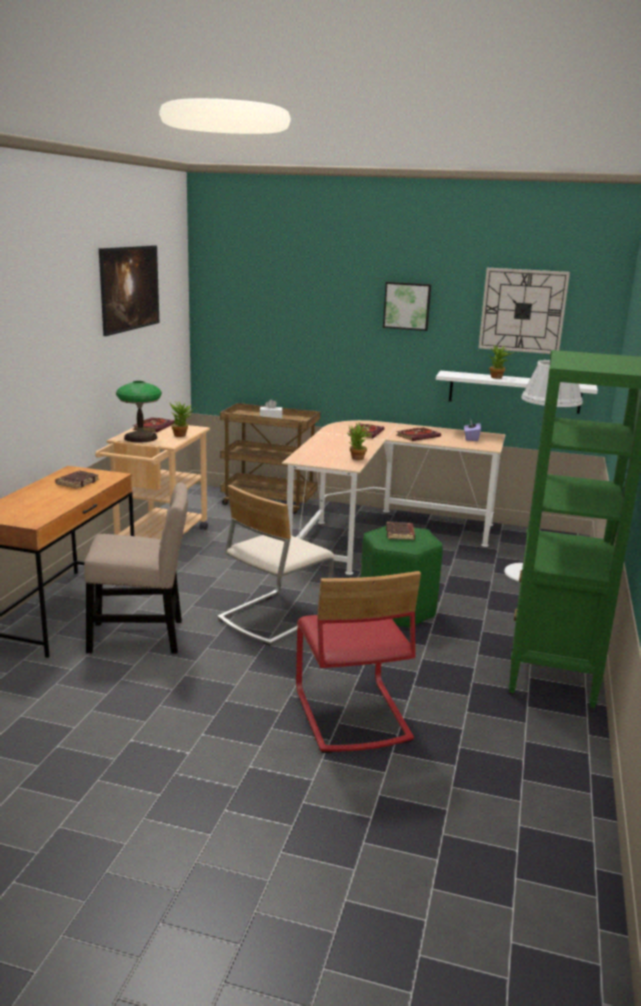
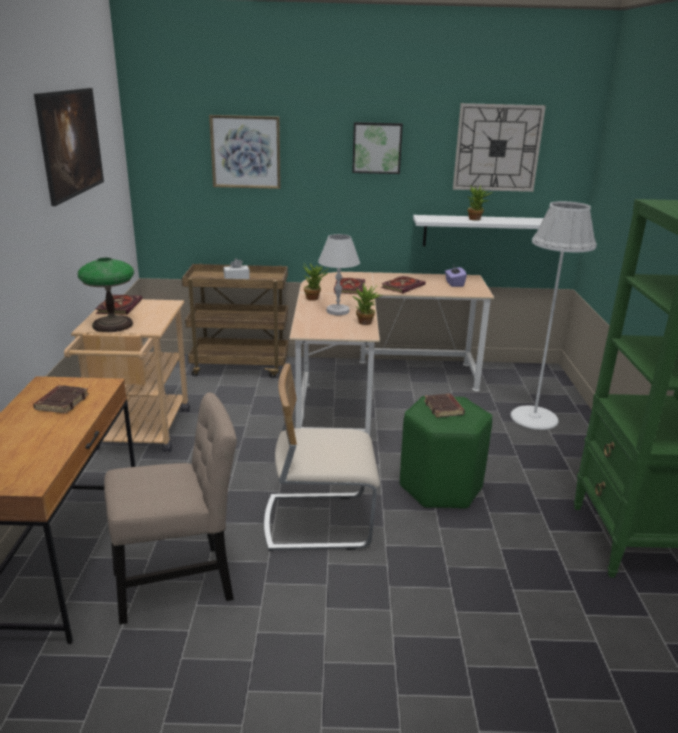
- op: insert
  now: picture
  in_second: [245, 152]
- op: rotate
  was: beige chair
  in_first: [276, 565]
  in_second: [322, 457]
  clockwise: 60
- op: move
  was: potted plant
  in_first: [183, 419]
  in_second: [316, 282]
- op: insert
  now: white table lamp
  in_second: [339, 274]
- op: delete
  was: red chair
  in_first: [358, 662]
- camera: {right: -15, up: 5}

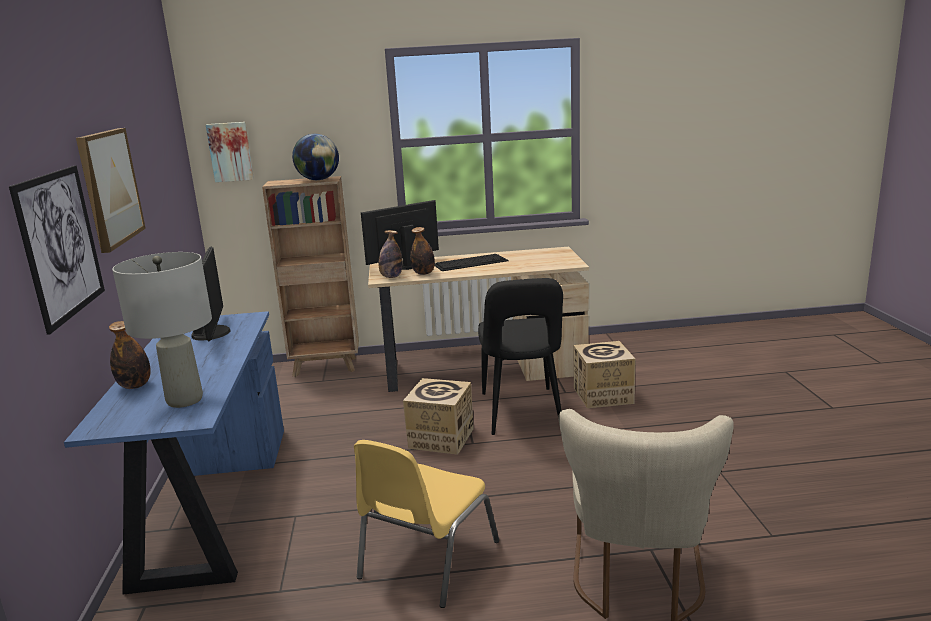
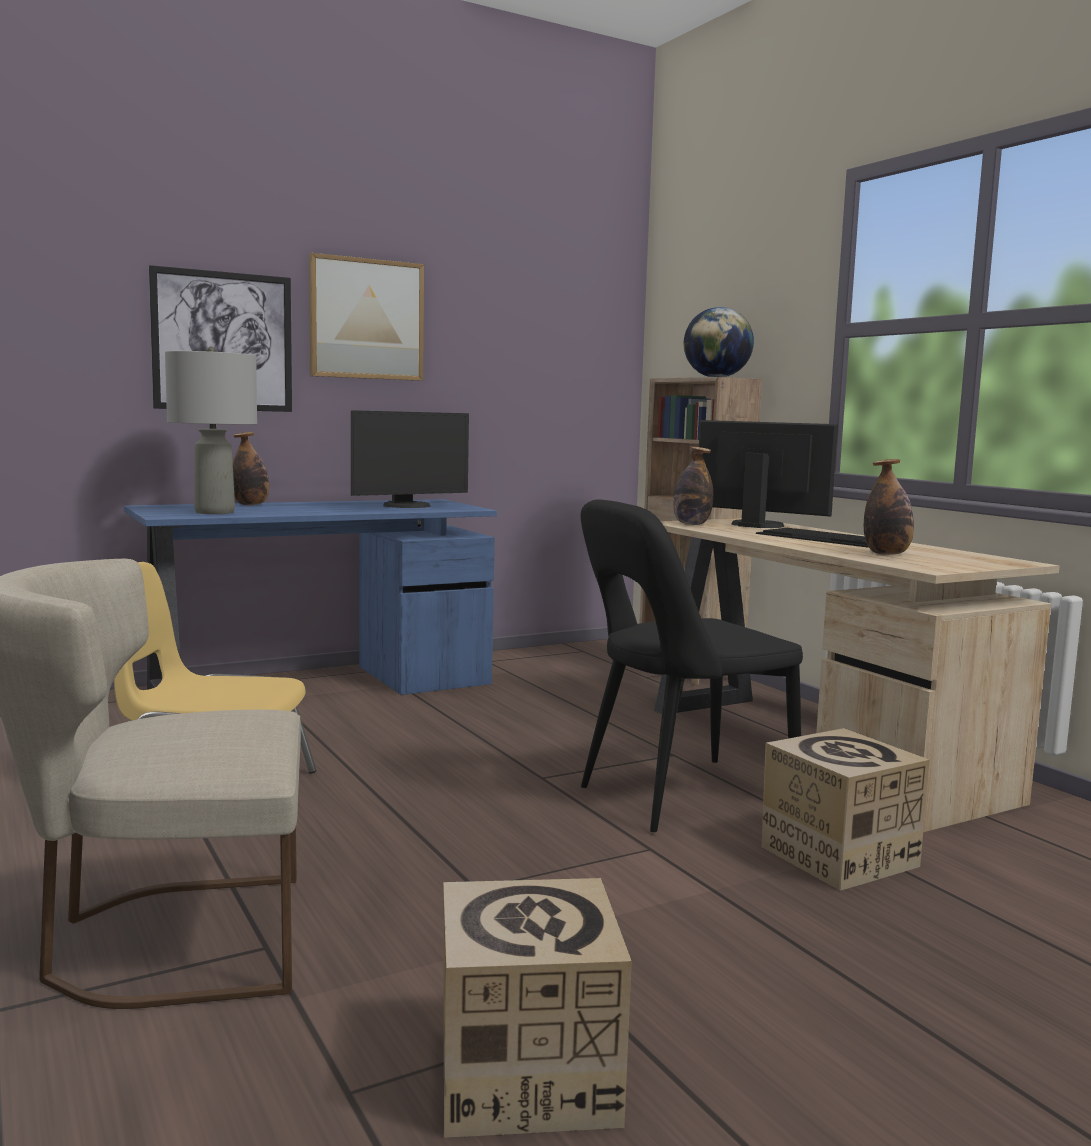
- op: move
  was: cardboard box
  in_first: [438, 416]
  in_second: [537, 1008]
- op: move
  was: bottle
  in_first: [422, 251]
  in_second: [889, 507]
- op: delete
  was: picture
  in_first: [230, 152]
- camera: {right: 65, up: -10}

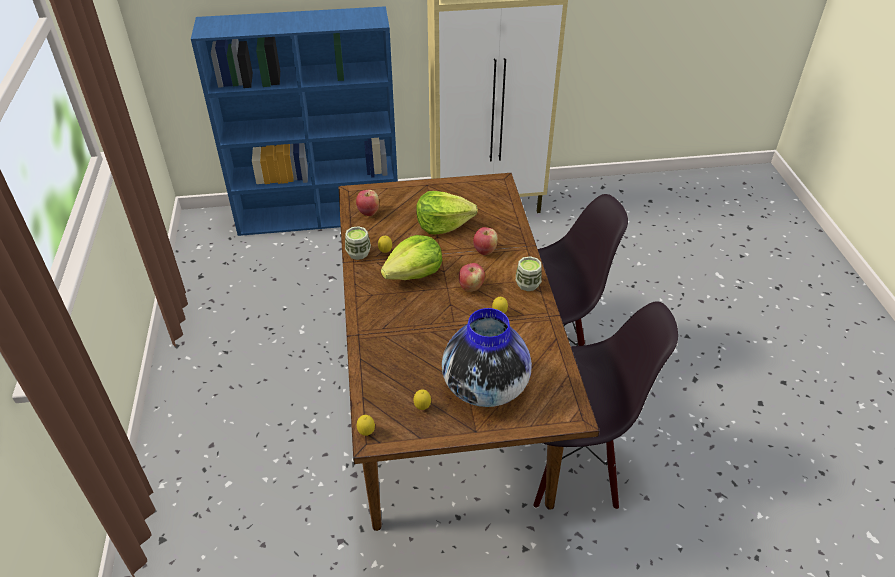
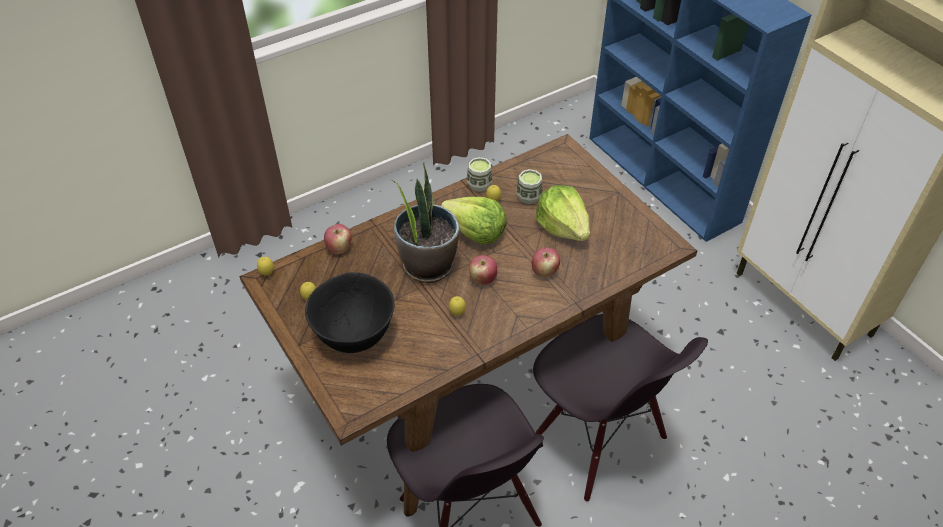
- op: replace
  was: vase
  now: black bowl
  in_first: [487, 357]
  in_second: [350, 312]
- op: move
  was: apple
  in_first: [367, 203]
  in_second: [337, 239]
- op: insert
  now: potted plant
  in_second: [425, 222]
- op: move
  was: cup
  in_first: [529, 273]
  in_second: [529, 186]
- camera: {right: 65, up: 5}

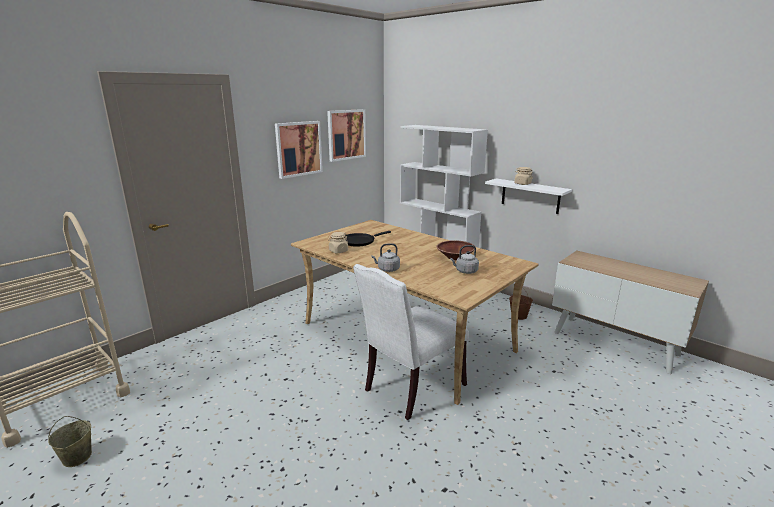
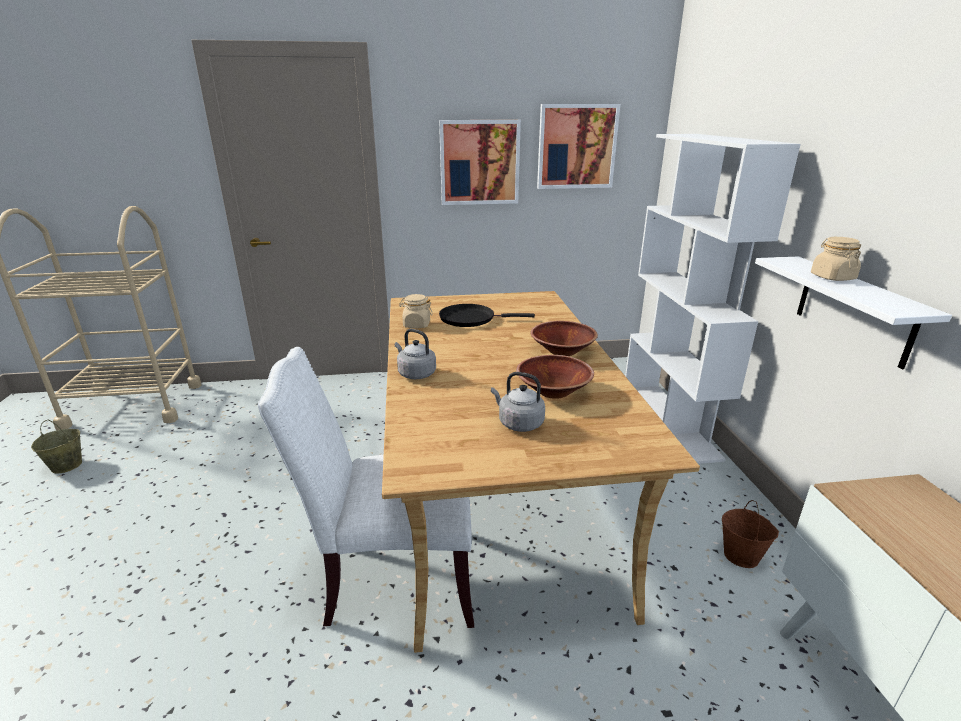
- op: insert
  now: brown bowl
  in_second: [564, 338]
- camera: {right: 40, up: 5}

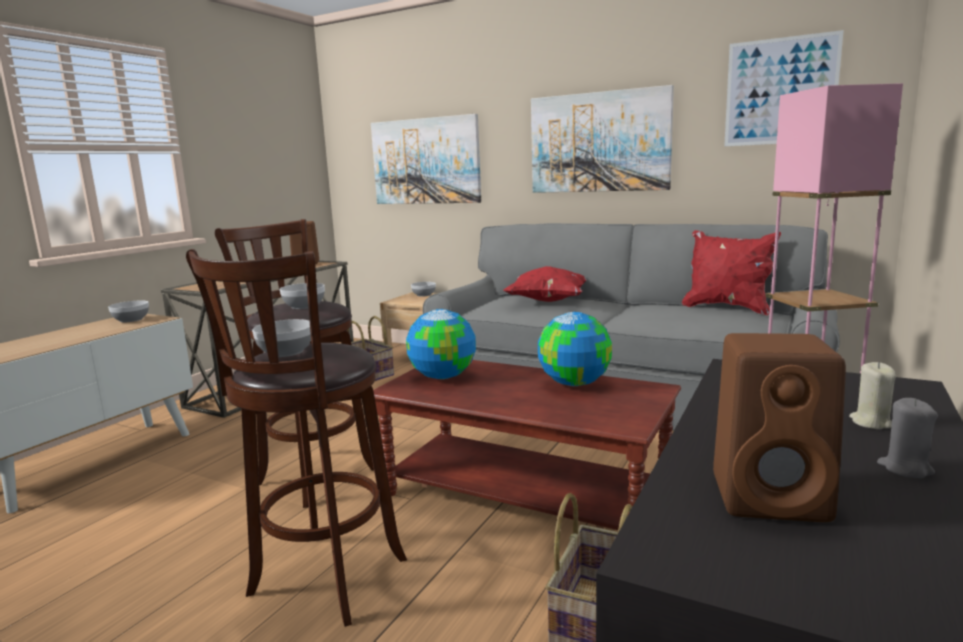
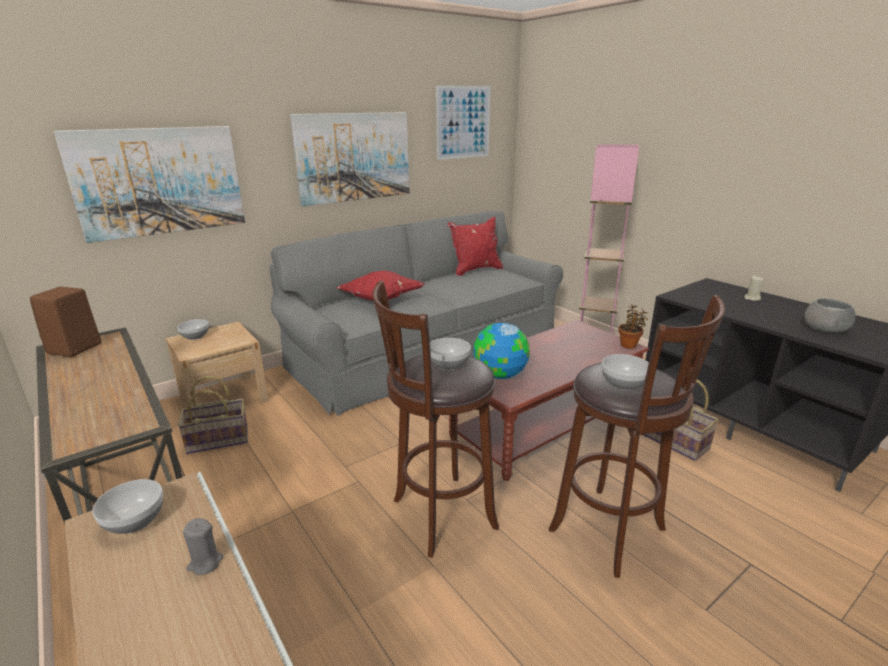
- op: move
  was: grey candle
  in_first: [907, 438]
  in_second: [203, 546]
- op: insert
  now: potted plant
  in_second: [634, 326]
- op: replace
  was: brown speaker
  now: grey bowl
  in_first: [779, 427]
  in_second: [830, 315]
- op: delete
  was: globe
  in_first: [575, 349]
- camera: {right: -65, up: 10}

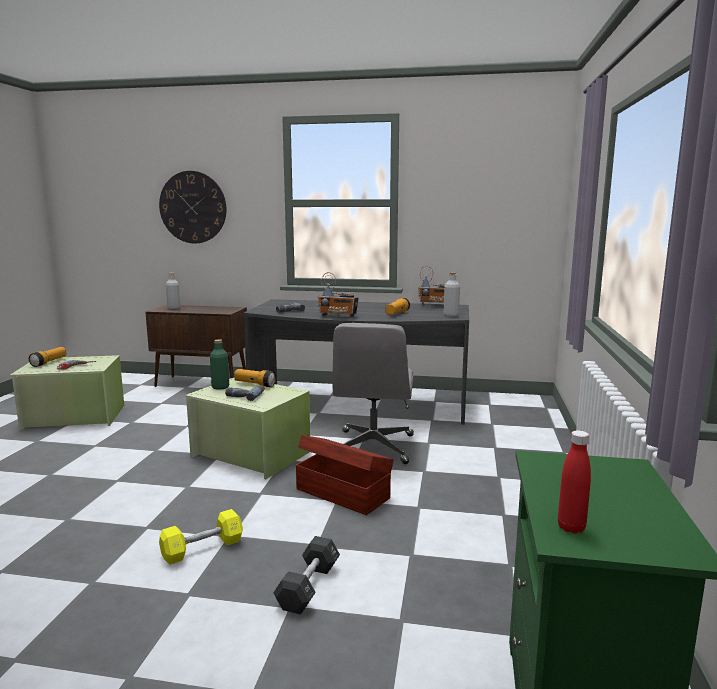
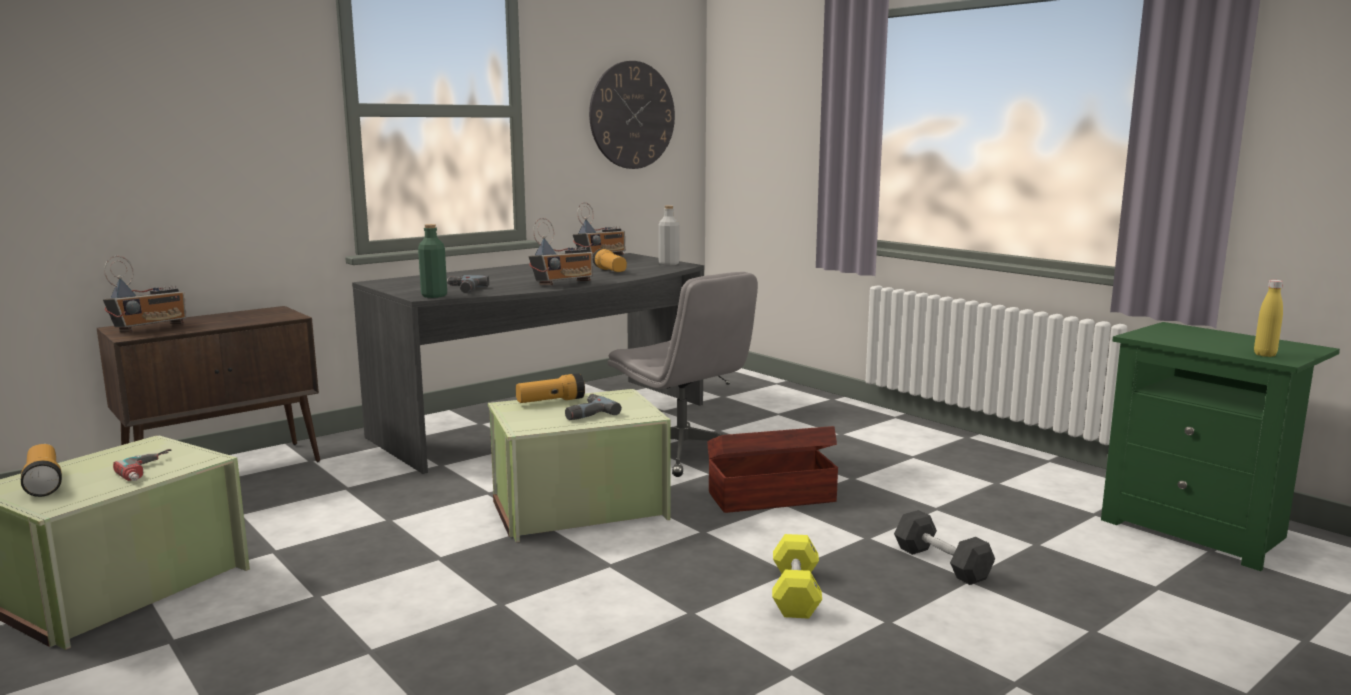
- op: replace
  was: grey bottle
  now: radio
  in_first: [173, 291]
  in_second: [145, 294]
- op: move
  was: green bottle
  in_first: [219, 364]
  in_second: [432, 261]
- op: move
  was: wall clock
  in_first: [193, 207]
  in_second: [632, 115]
- op: recolor
  was: red bottle
  now: yellow bottle
  in_first: [574, 482]
  in_second: [1268, 318]
- camera: {right: -50, up: 0}

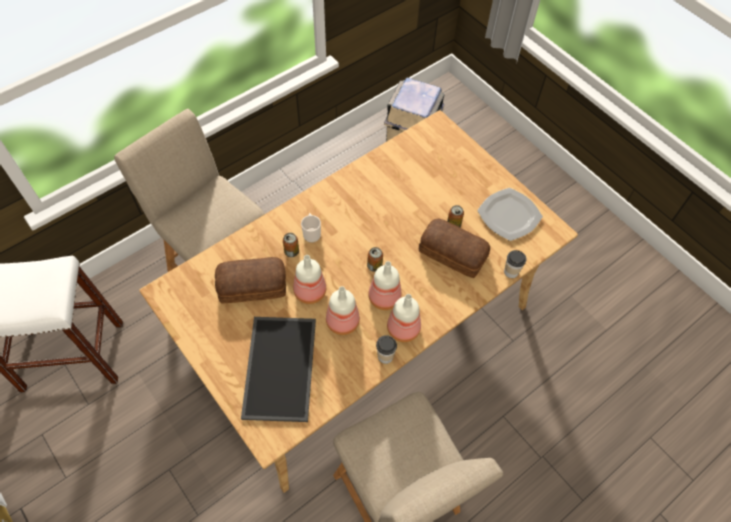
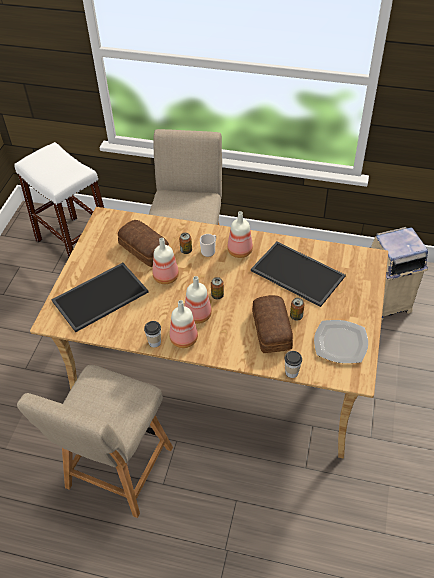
- op: move
  was: bottle
  in_first: [343, 310]
  in_second: [240, 234]
- op: insert
  now: tray
  in_second: [298, 274]
- camera: {right: 55, up: -10}

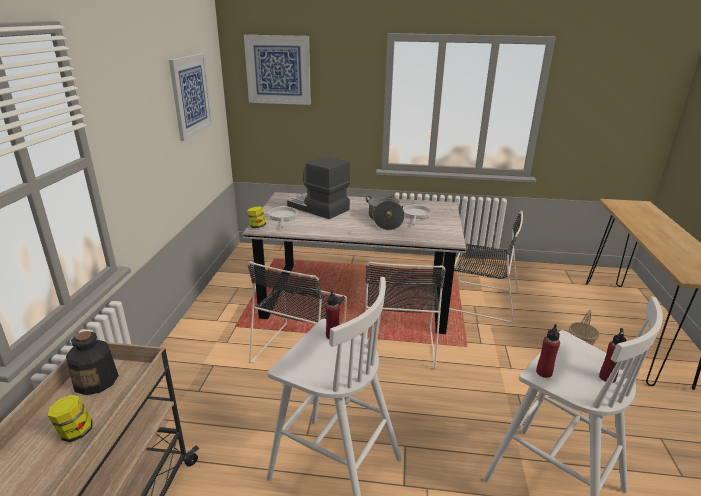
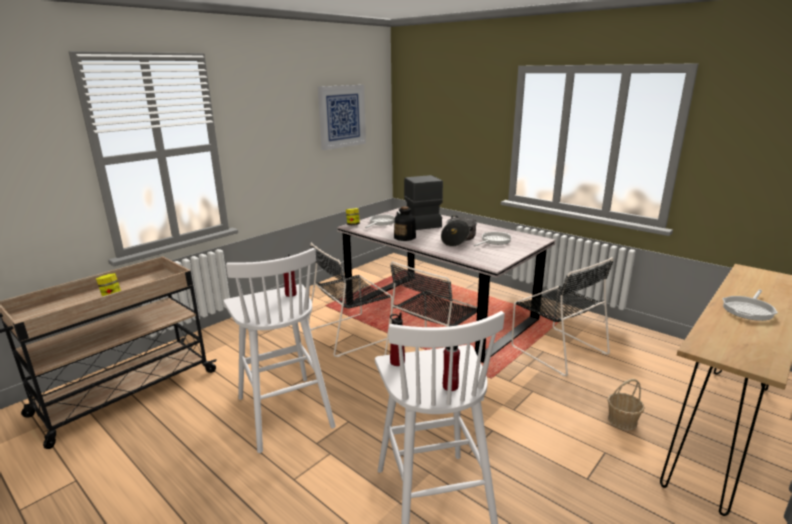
- op: move
  was: bottle
  in_first: [92, 363]
  in_second: [405, 223]
- op: insert
  now: frying pan
  in_second: [750, 305]
- op: delete
  was: picture
  in_first: [277, 70]
- camera: {right: 35, up: -5}

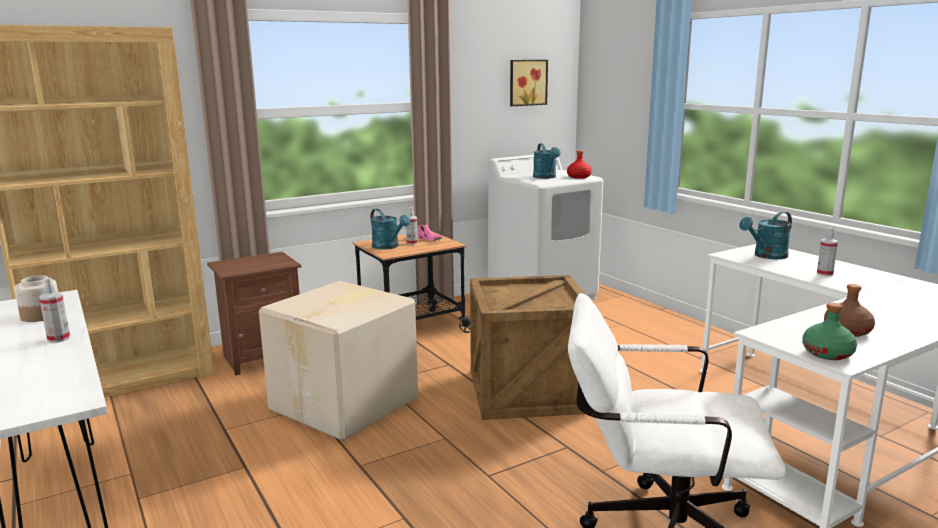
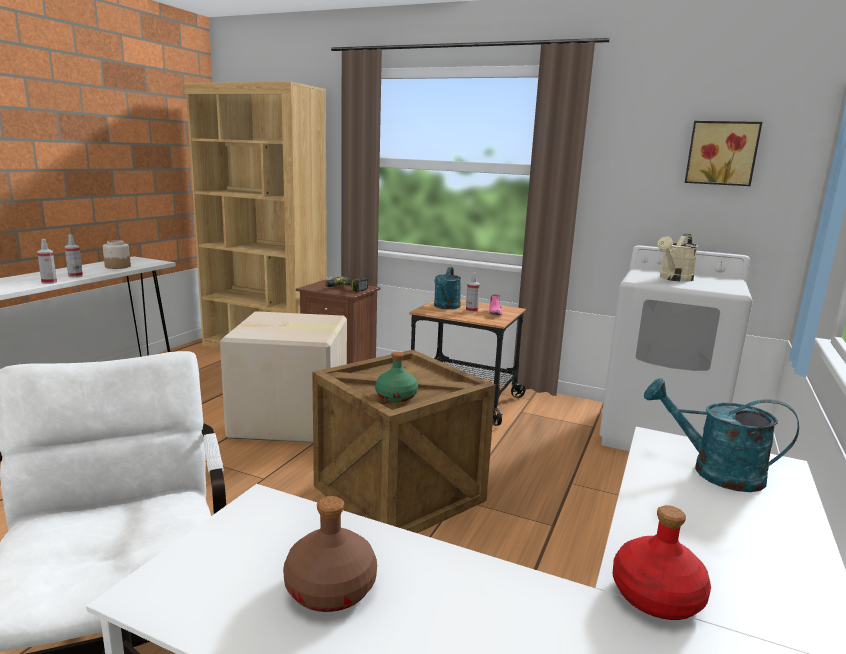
- op: move
  was: spray bottle
  in_first: [827, 251]
  in_second: [47, 261]
- op: insert
  now: power drill
  in_second: [346, 284]
- op: move
  was: green bottle
  in_first: [829, 331]
  in_second: [396, 377]
- op: move
  was: red bottle
  in_first: [579, 164]
  in_second: [662, 562]
- op: recolor
  was: turquoise watering can
  now: beige watering can
  in_first: [547, 161]
  in_second: [677, 257]
- camera: {right: 55, up: 0}

